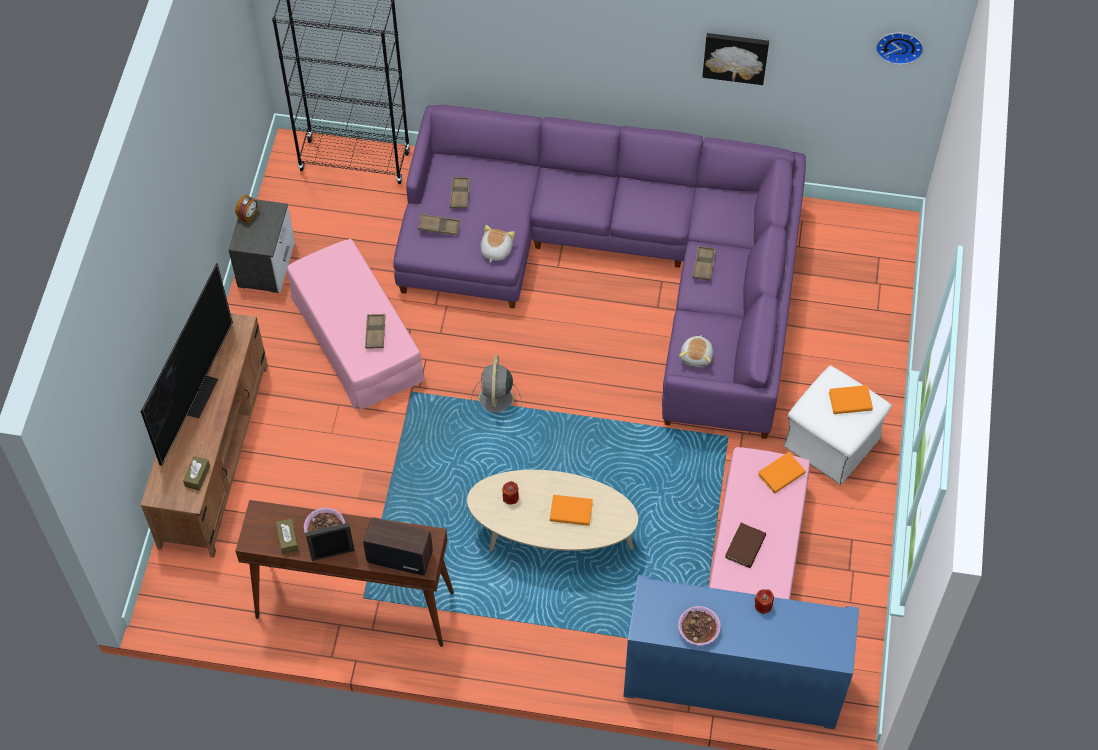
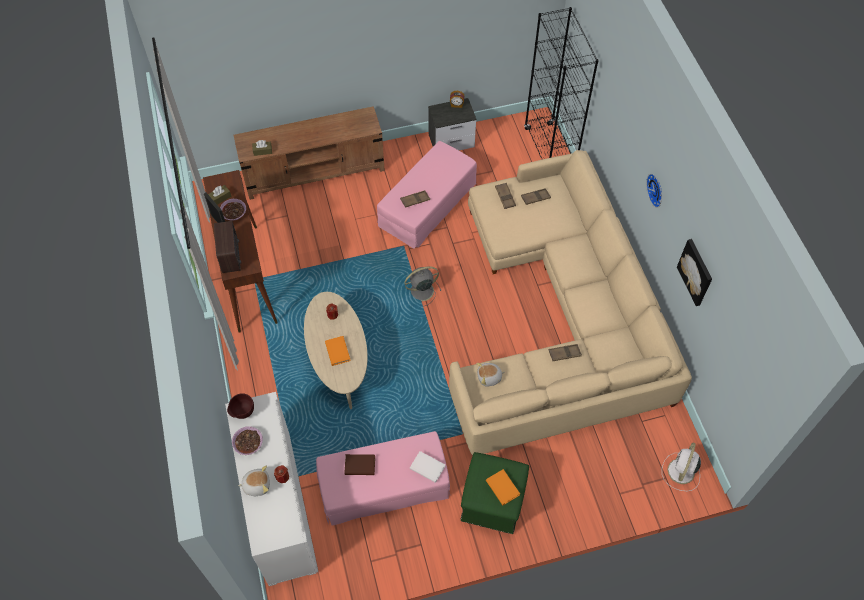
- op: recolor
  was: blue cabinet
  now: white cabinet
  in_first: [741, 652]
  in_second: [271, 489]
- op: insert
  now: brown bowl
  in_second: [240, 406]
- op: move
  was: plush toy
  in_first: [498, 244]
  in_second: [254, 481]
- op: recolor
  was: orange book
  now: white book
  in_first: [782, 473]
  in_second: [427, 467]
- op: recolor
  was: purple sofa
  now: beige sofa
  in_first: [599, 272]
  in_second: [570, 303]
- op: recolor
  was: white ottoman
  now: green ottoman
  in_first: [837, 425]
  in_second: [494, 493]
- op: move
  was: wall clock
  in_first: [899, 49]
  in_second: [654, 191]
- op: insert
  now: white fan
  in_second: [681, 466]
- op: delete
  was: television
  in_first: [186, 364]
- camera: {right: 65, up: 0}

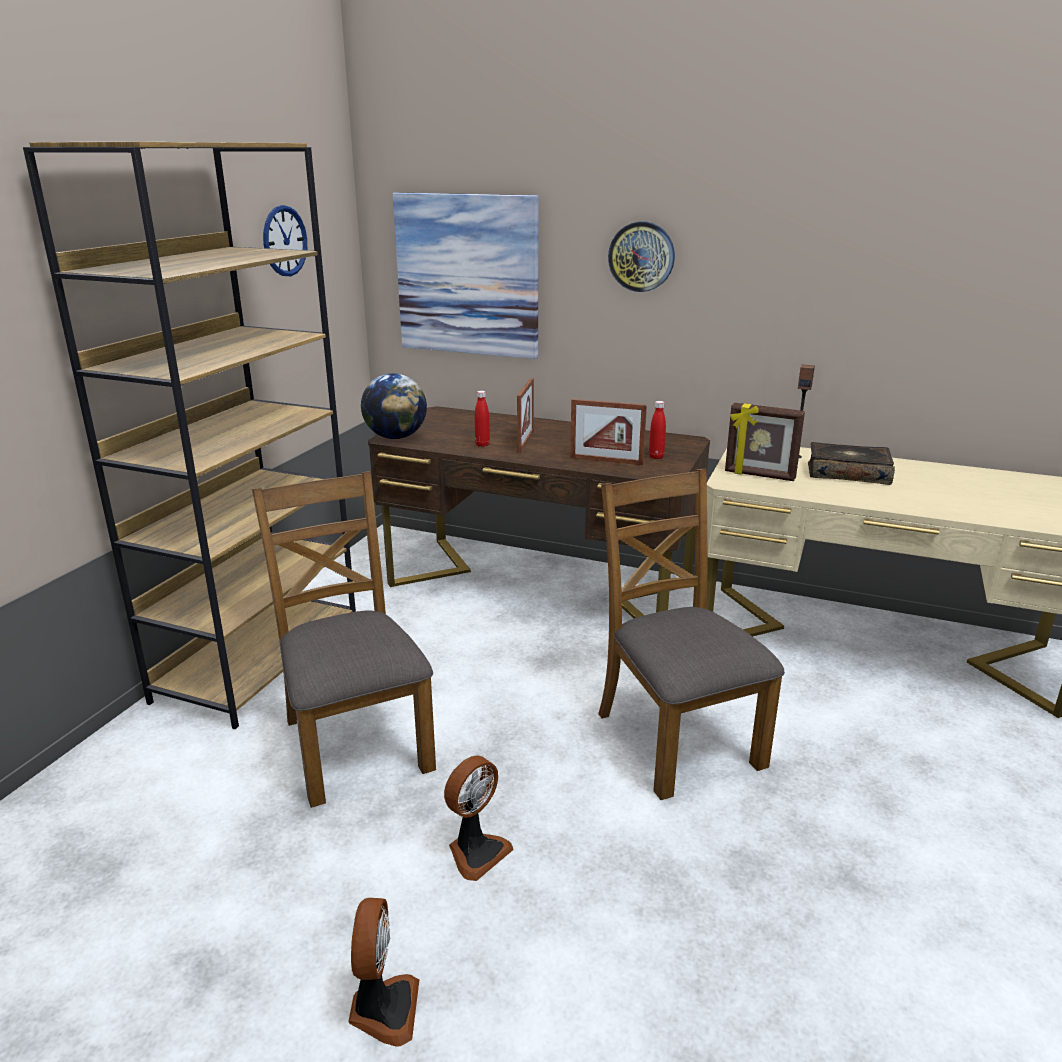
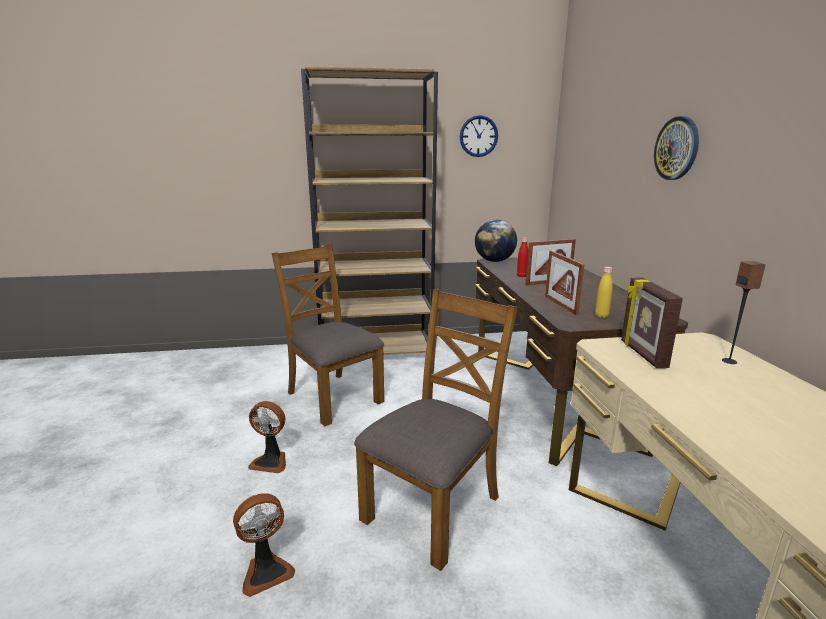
- op: move
  was: fan
  in_first: [383, 972]
  in_second: [264, 545]
- op: rotate
  was: brown chair
  in_first: [344, 639]
  in_second: [328, 335]
  clockwise: -75
- op: recolor
  was: red bottle
  now: yellow bottle
  in_first: [657, 430]
  in_second: [604, 292]
- op: delete
  was: picture
  in_first: [466, 276]
- op: delete
  was: book
  in_first: [851, 463]
- camera: {right: 60, up: -5}

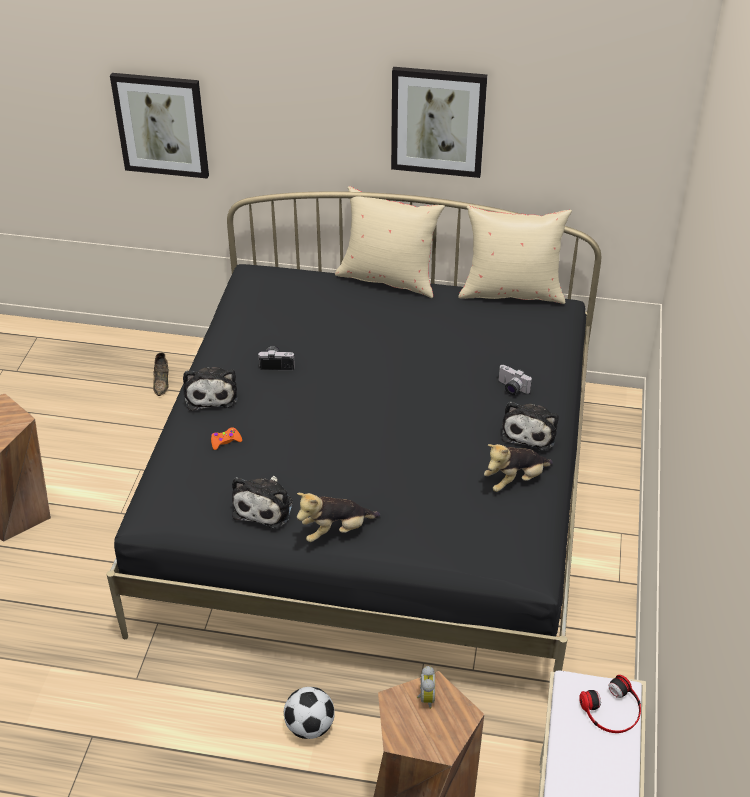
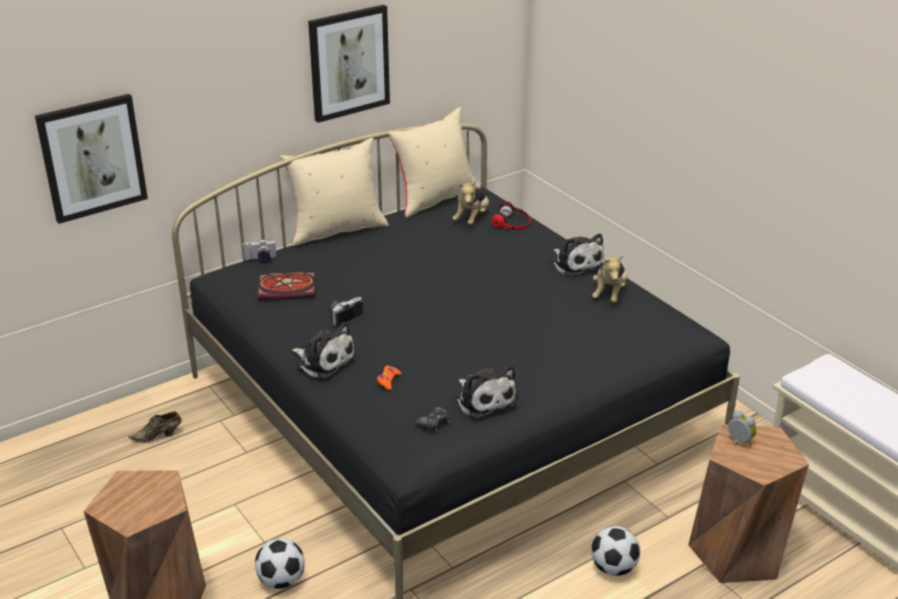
- op: rotate
  was: brown shoe
  in_first: [161, 374]
  in_second: [155, 427]
  clockwise: 120
- op: move
  was: photo camera
  in_first: [515, 380]
  in_second: [259, 250]
- op: insert
  now: football
  in_second: [280, 563]
- op: insert
  now: book
  in_second: [286, 286]
- op: insert
  now: black game controller
  in_second: [433, 419]
- op: move
  was: plush toy
  in_first: [338, 517]
  in_second: [470, 203]
- op: move
  was: headphones
  in_first: [610, 704]
  in_second: [511, 215]
- camera: {right: -45, up: -10}

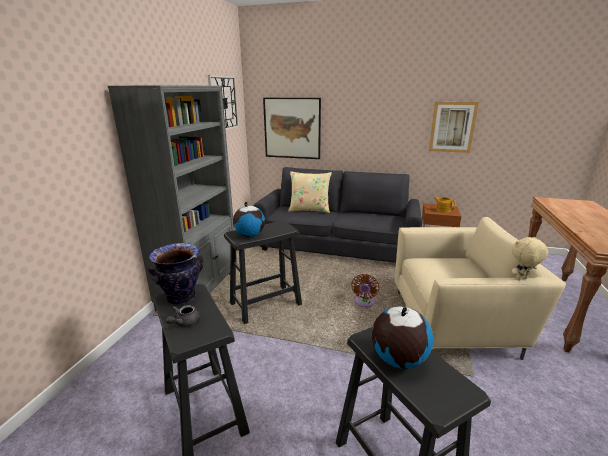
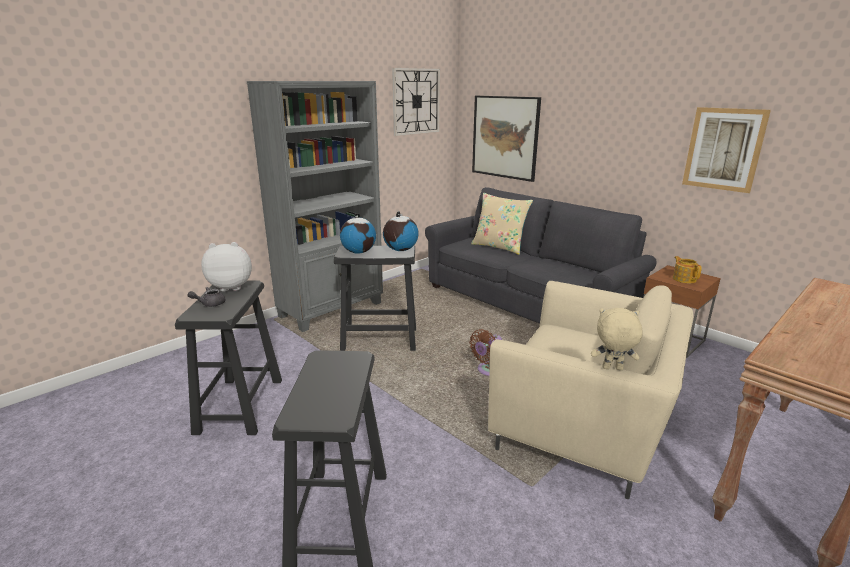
- op: replace
  was: vase
  now: plush toy
  in_first: [176, 274]
  in_second: [226, 266]
- op: move
  was: globe
  in_first: [402, 337]
  in_second: [401, 231]
- camera: {right: 30, up: 0}

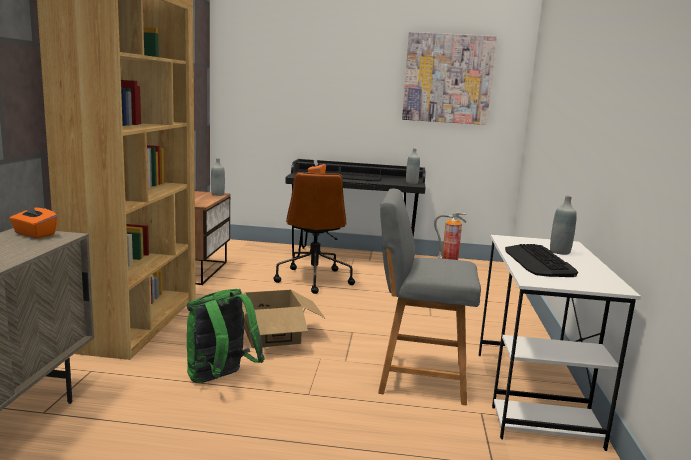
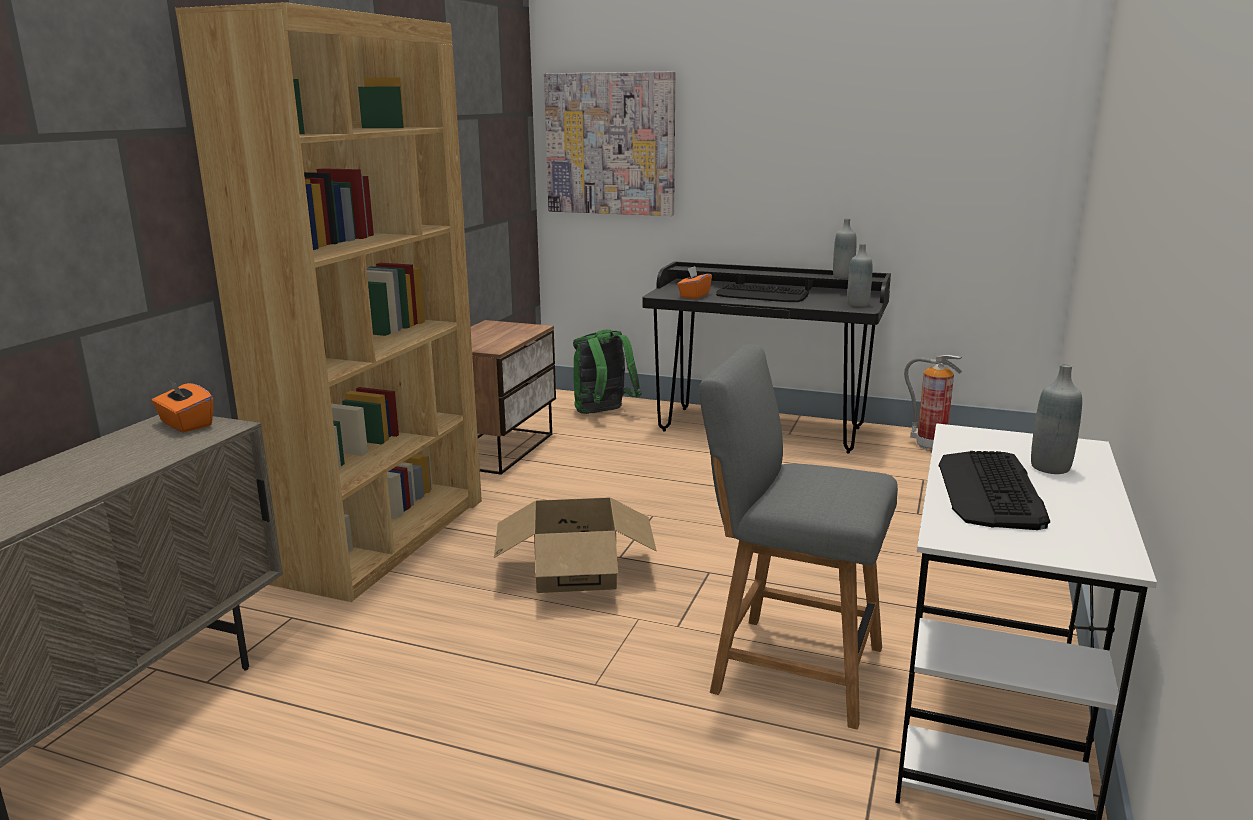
- op: move
  was: picture
  in_first: [449, 78]
  in_second: [609, 143]
- op: move
  was: green backpack
  in_first: [226, 336]
  in_second: [607, 372]
- op: move
  was: grey bottle
  in_first: [218, 177]
  in_second: [845, 248]
- op: delete
  was: brown office chair
  in_first: [314, 233]
- camera: {right: 15, up: 5}

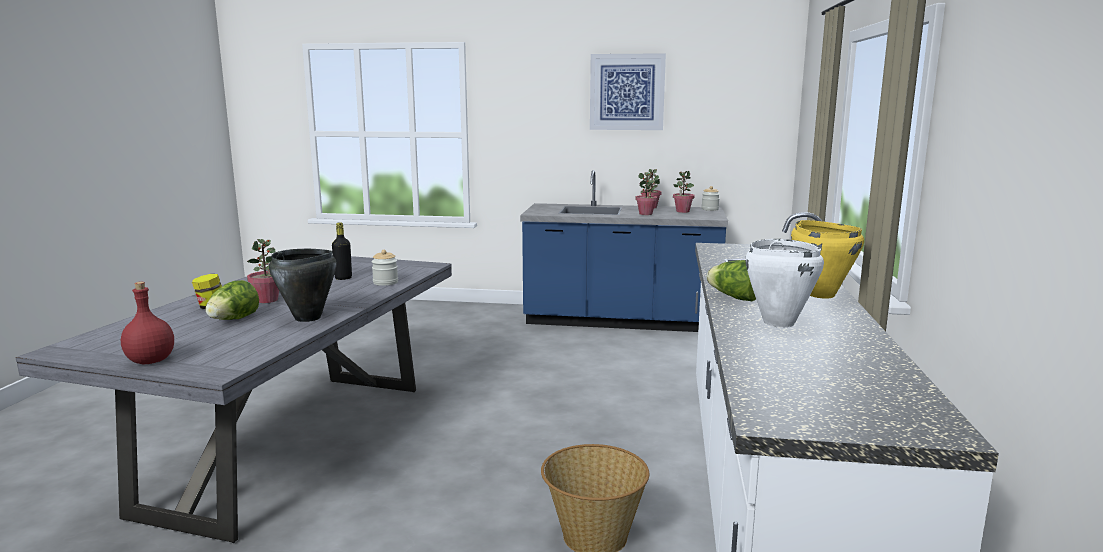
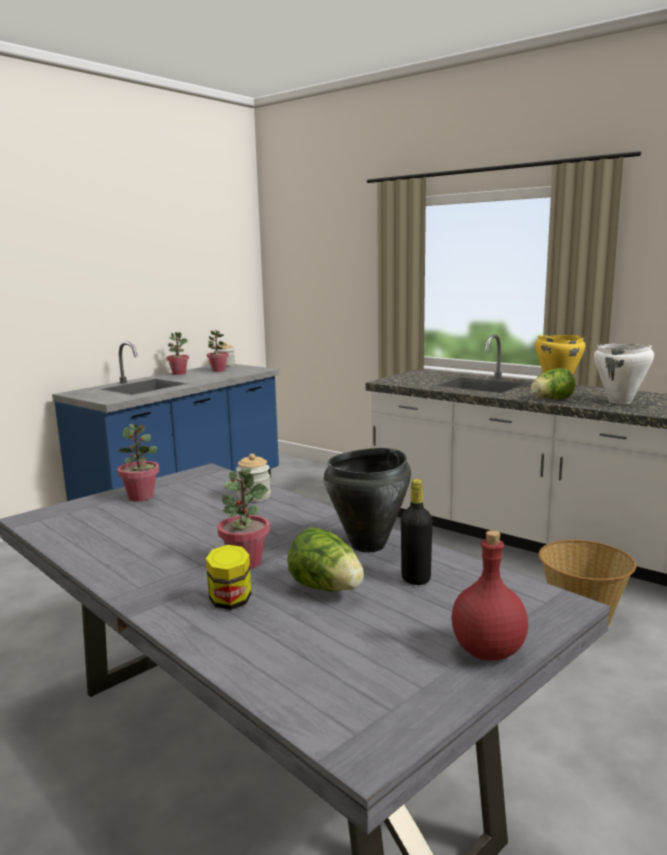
- op: move
  was: potted plant
  in_first: [646, 193]
  in_second: [138, 463]
- op: move
  was: black bottle
  in_first: [342, 251]
  in_second: [417, 532]
- op: delete
  was: picture
  in_first: [628, 91]
- camera: {right: -60, up: 0}

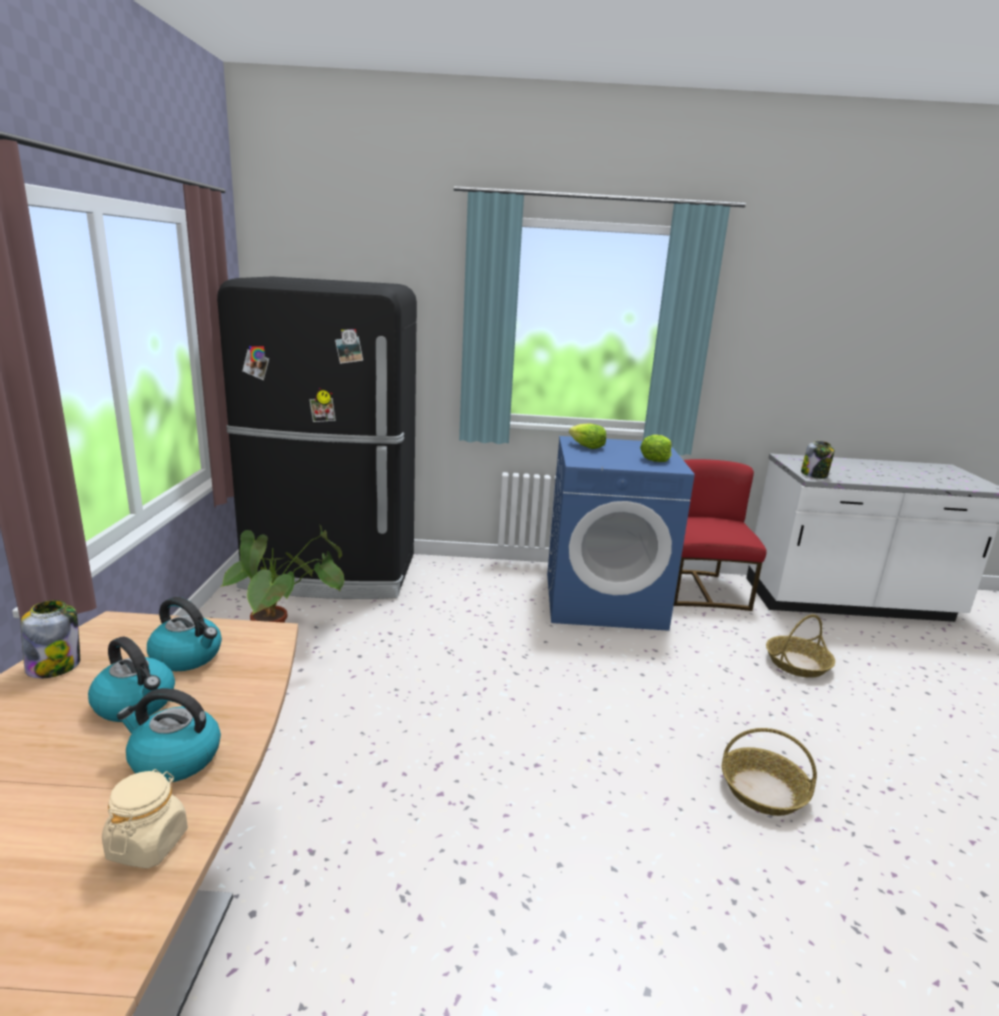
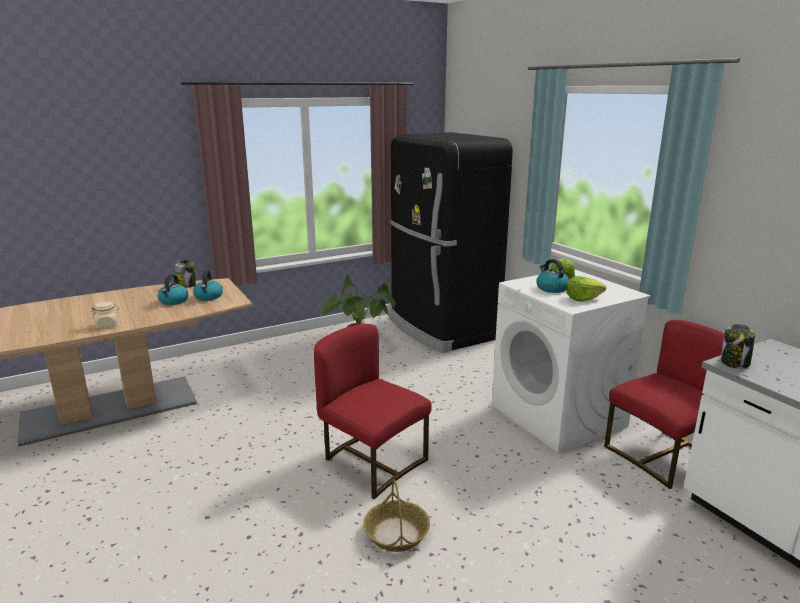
- op: insert
  now: red chair
  in_second: [373, 411]
- op: recolor
  was: blue washing machine
  now: white washing machine
  in_first: [621, 533]
  in_second: [571, 361]
- op: move
  was: kettle
  in_first: [169, 735]
  in_second: [553, 276]
- op: delete
  was: basket
  in_first: [800, 646]
- camera: {right: 60, up: 0}

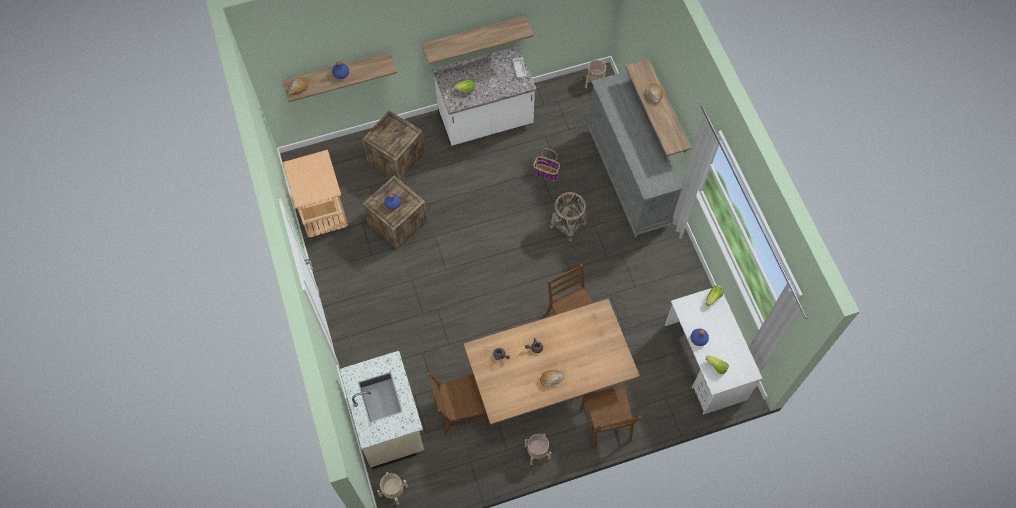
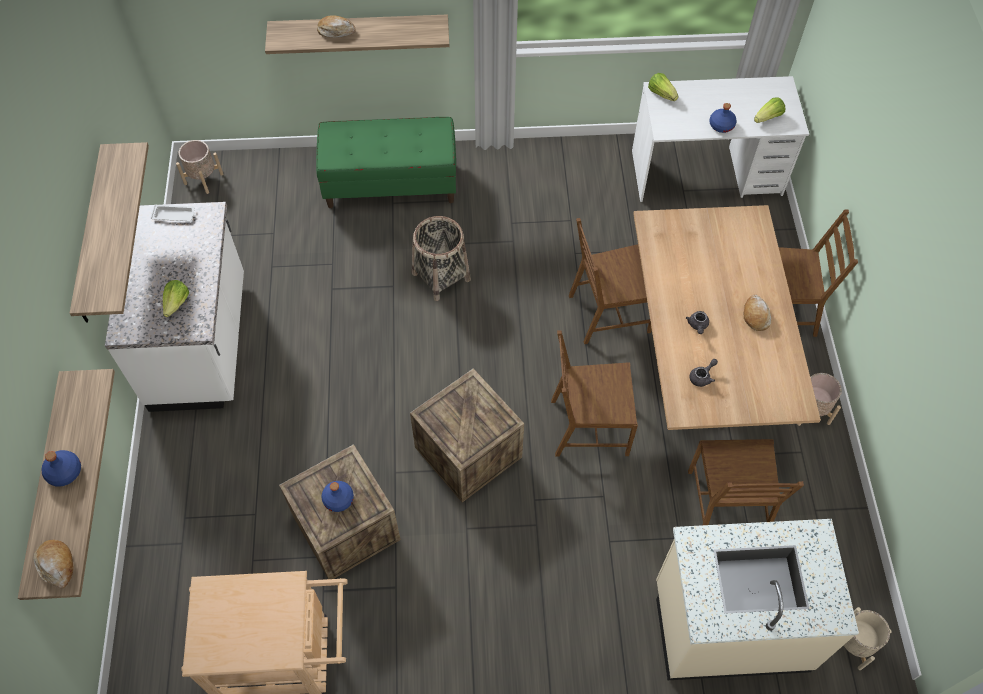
- op: replace
  was: grey dresser
  now: green bench
  in_first: [635, 154]
  in_second: [386, 162]
- op: move
  was: crate
  in_first: [393, 145]
  in_second: [467, 435]
- op: insert
  now: brown chair
  in_second: [594, 393]
- op: delete
  was: basket
  in_first: [546, 165]
- camera: {right: -75, up: -5}

